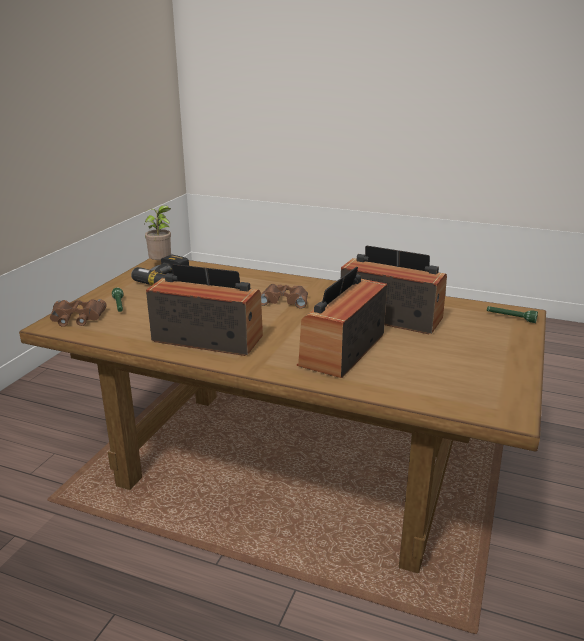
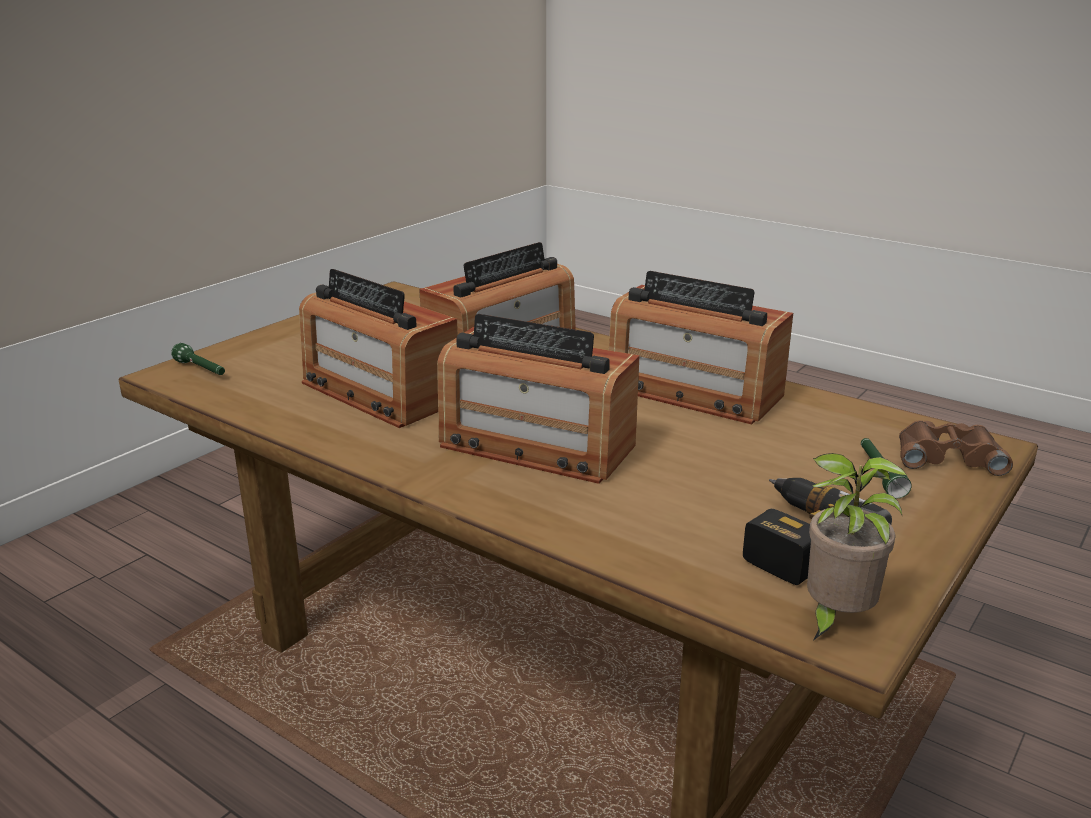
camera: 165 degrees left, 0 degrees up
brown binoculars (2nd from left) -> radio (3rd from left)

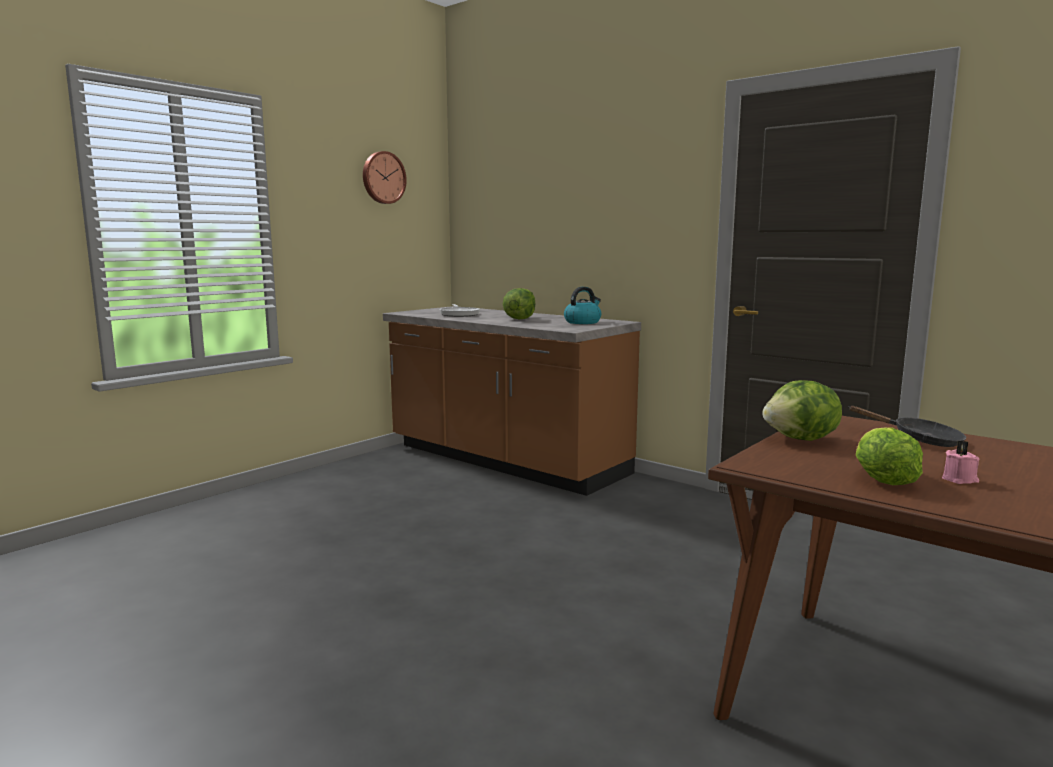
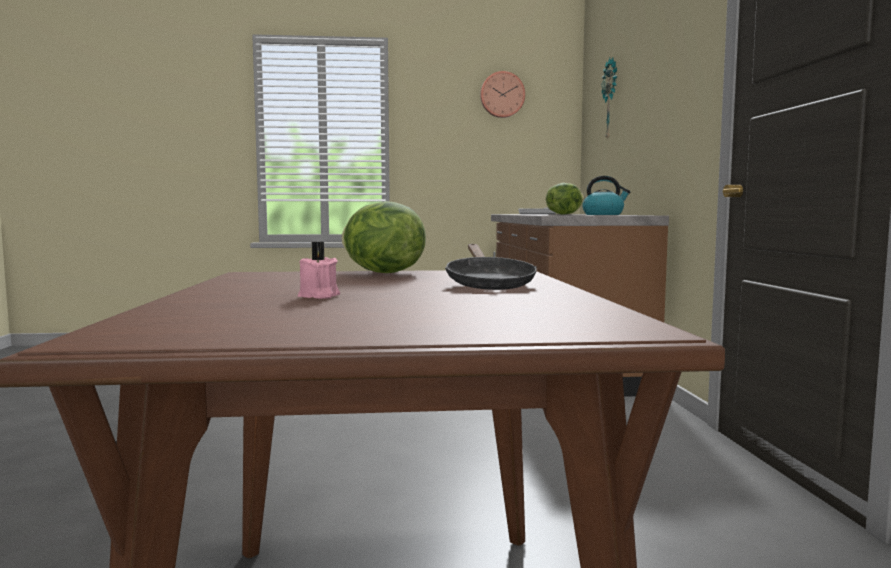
camera: 45 degrees right, 5 degrees down
lettuce (3rd from left) -> none
none -> wall clock (2nd from left)

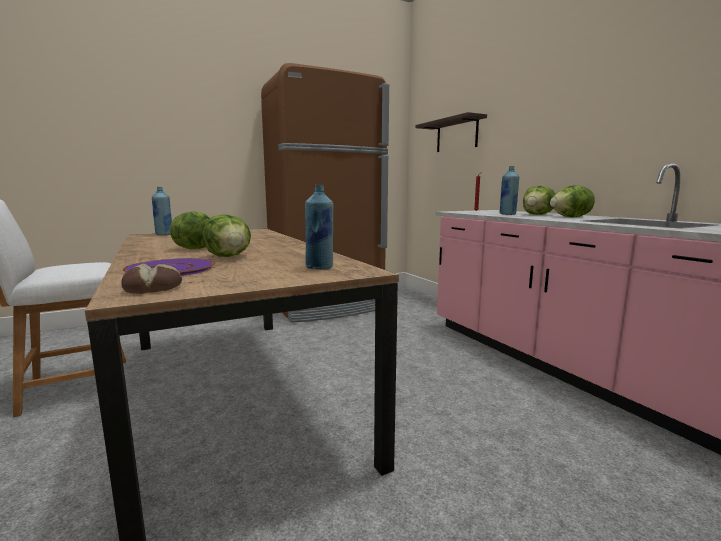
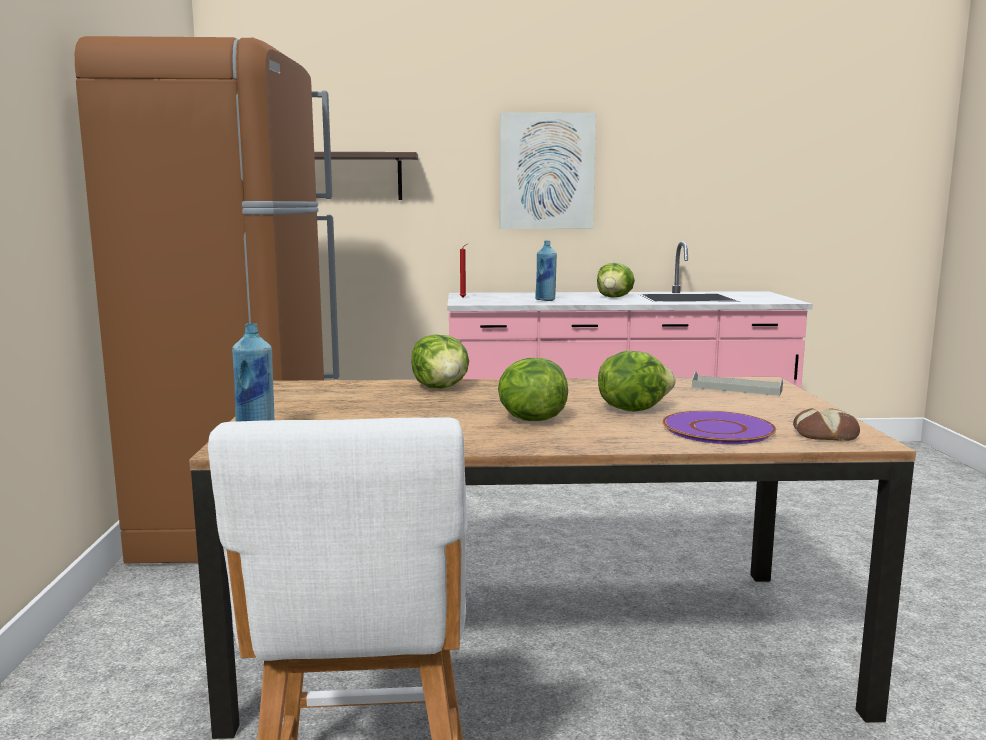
camera: 65 degrees left, 0 degrees up
blue bottle (2nd from left) -> grey tray
lettuce (3rd from left in the first image) -> lettuce (1st from left), moved
none -> picture

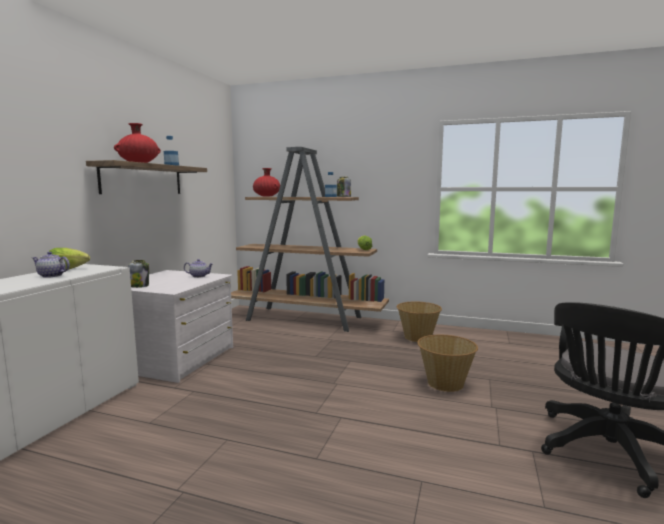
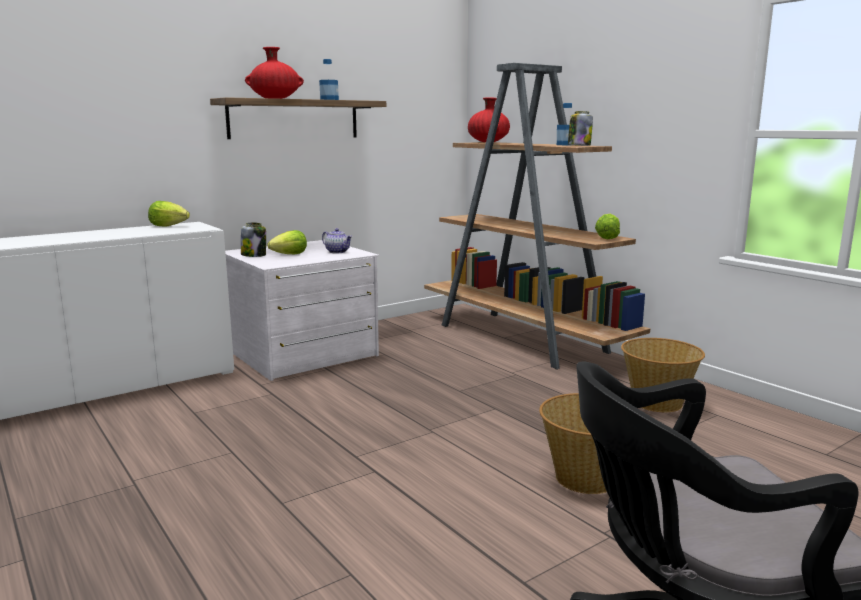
camera: 35 degrees right, 5 degrees up
teapot (1st from left) -> none
none -> lettuce (2nd from left)

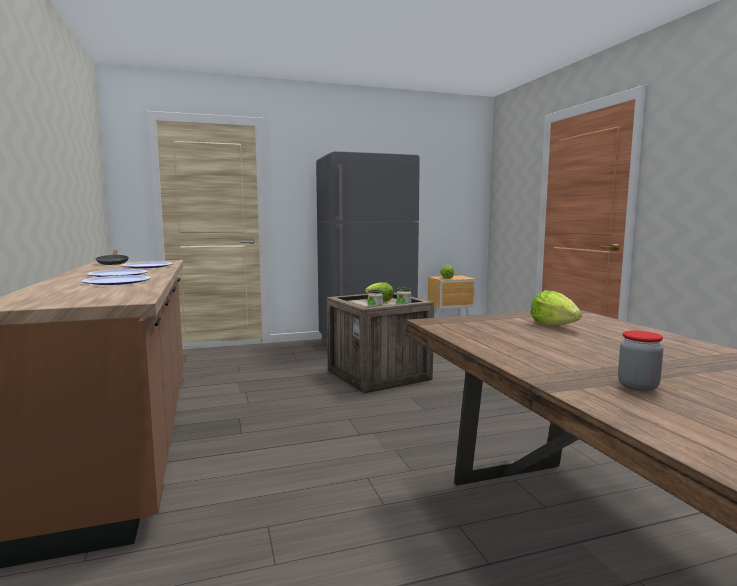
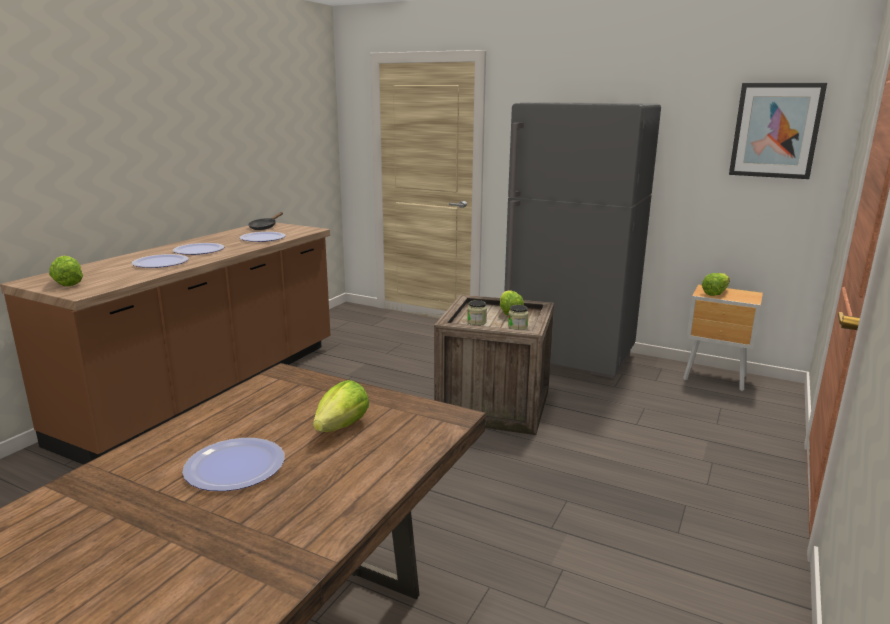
camera: 45 degrees right, 10 degrees up
jar (3rd from left) -> none
none -> picture
none -> lettuce (1st from left)
none -> plate (3rd from left)

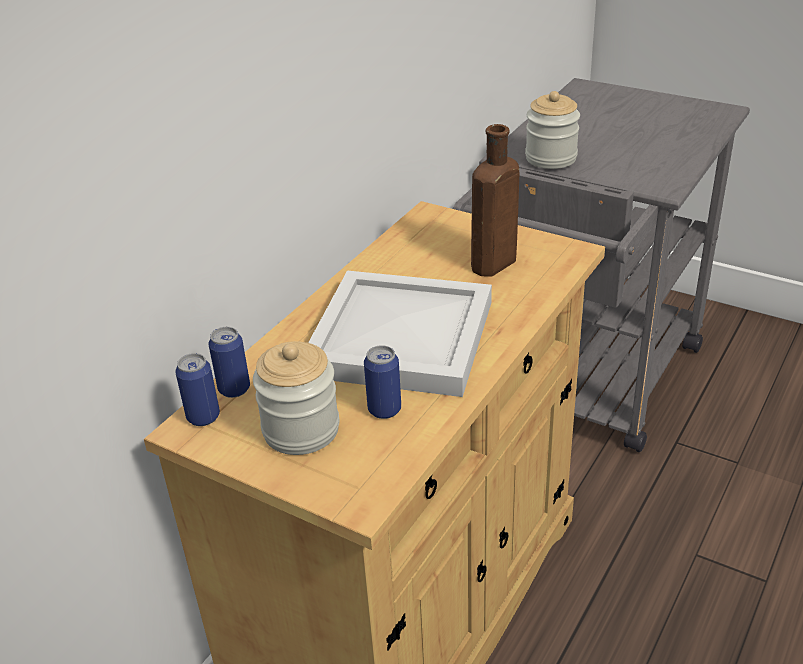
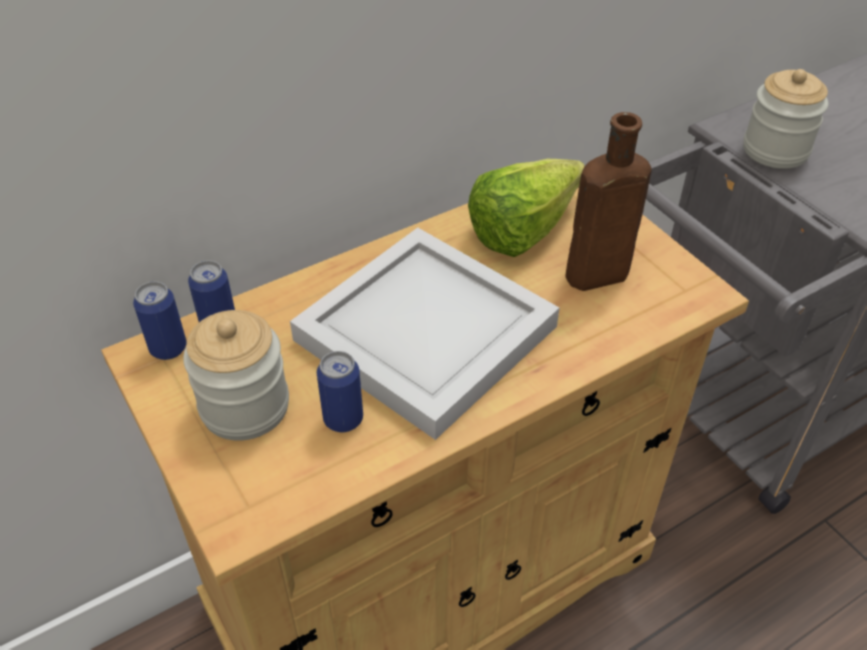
camera: 25 degrees right, 10 degrees up
none -> lettuce

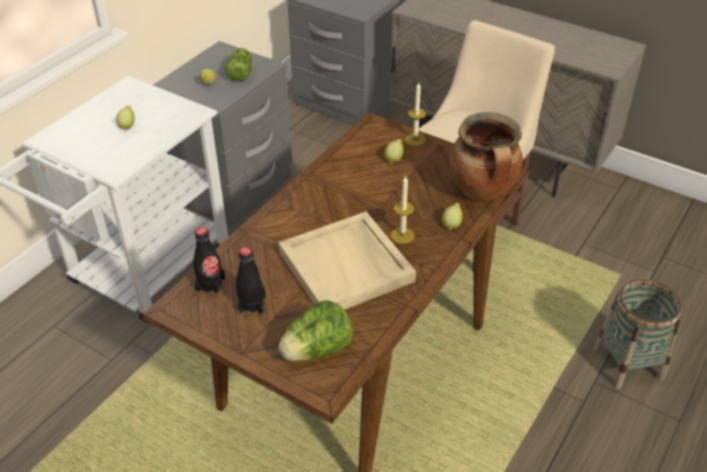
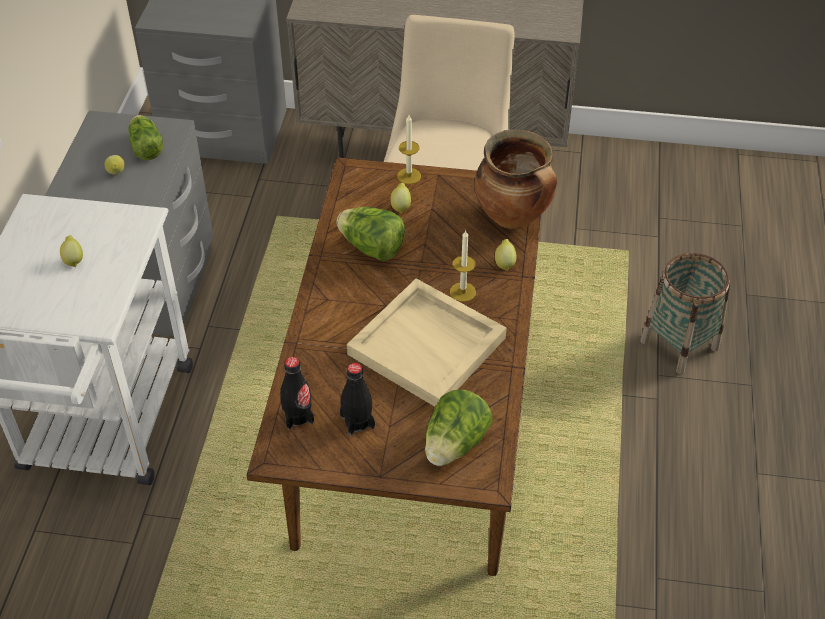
camera: 25 degrees left, 5 degrees up
none -> lettuce (2nd from left)

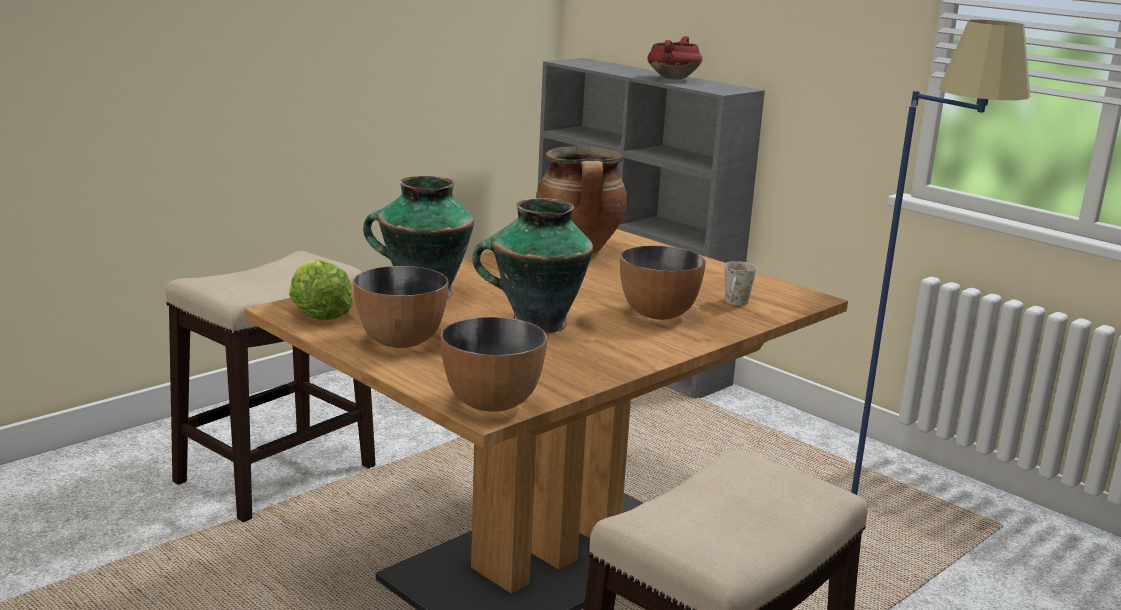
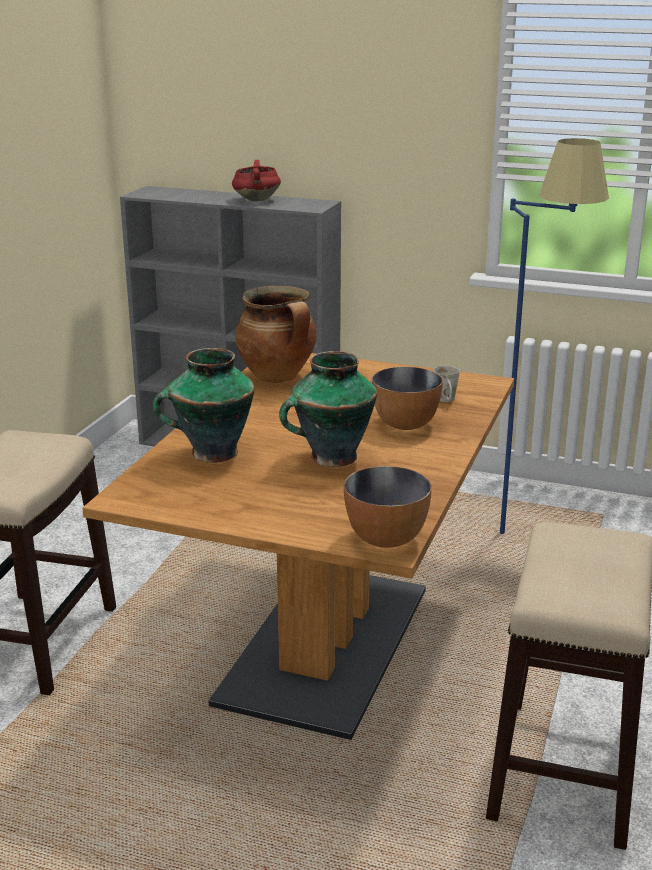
camera: 25 degrees left, 5 degrees up
lettuce -> none
bowl (1st from left) -> none

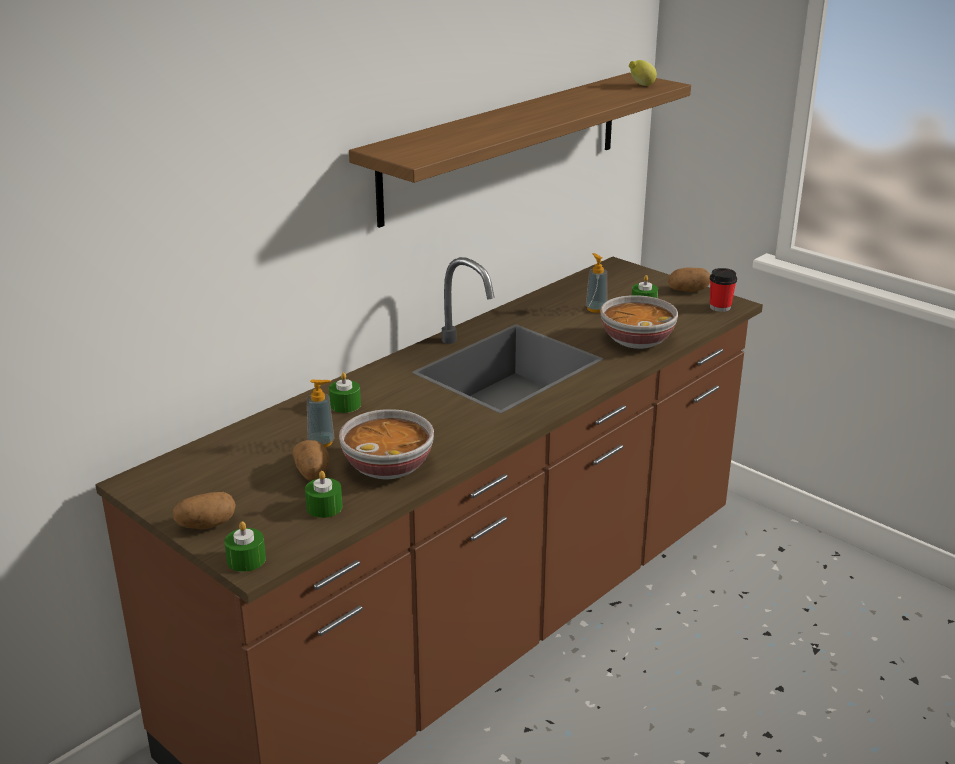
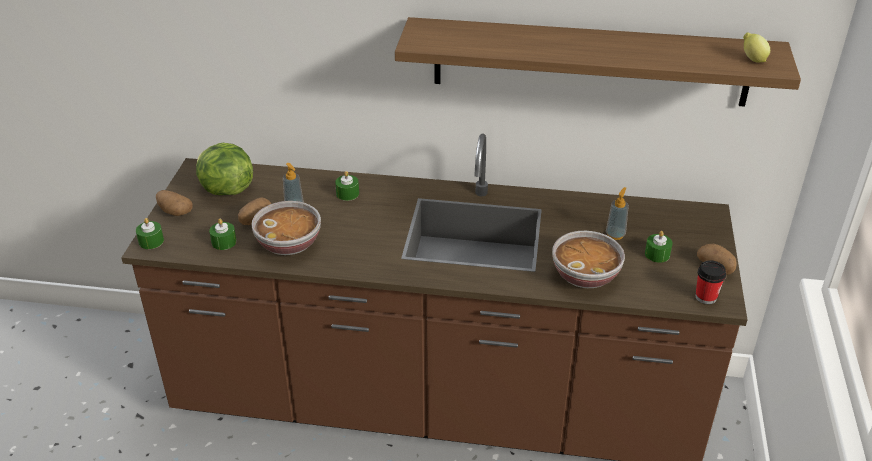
camera: 55 degrees right, 10 degrees up
none -> lettuce

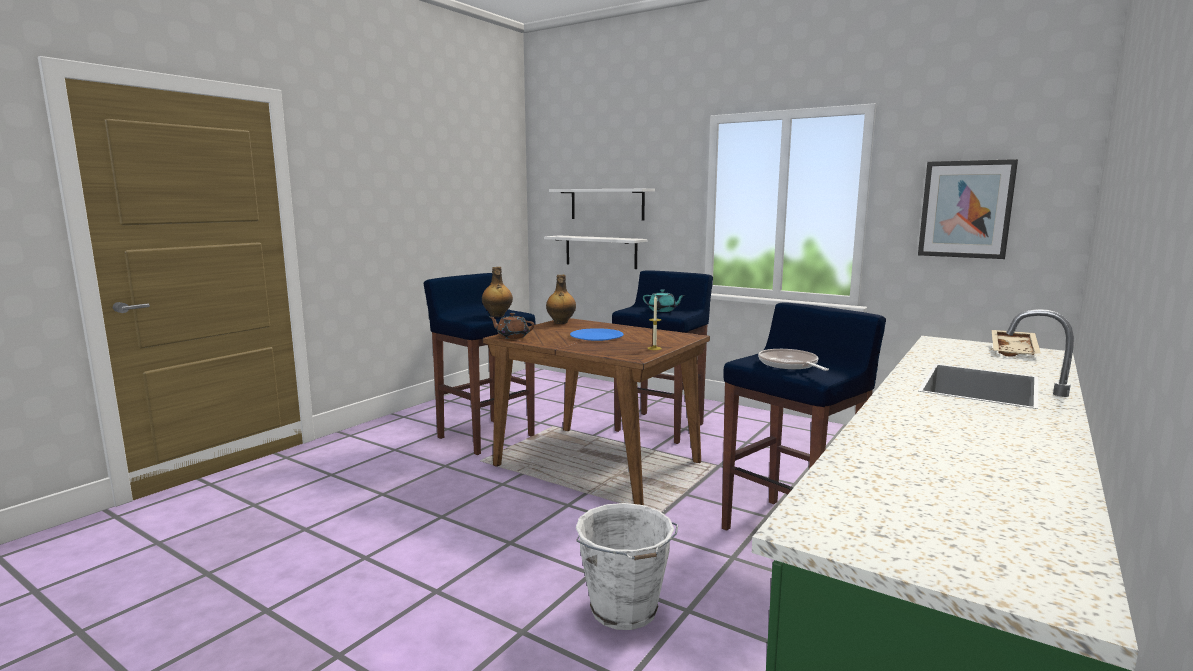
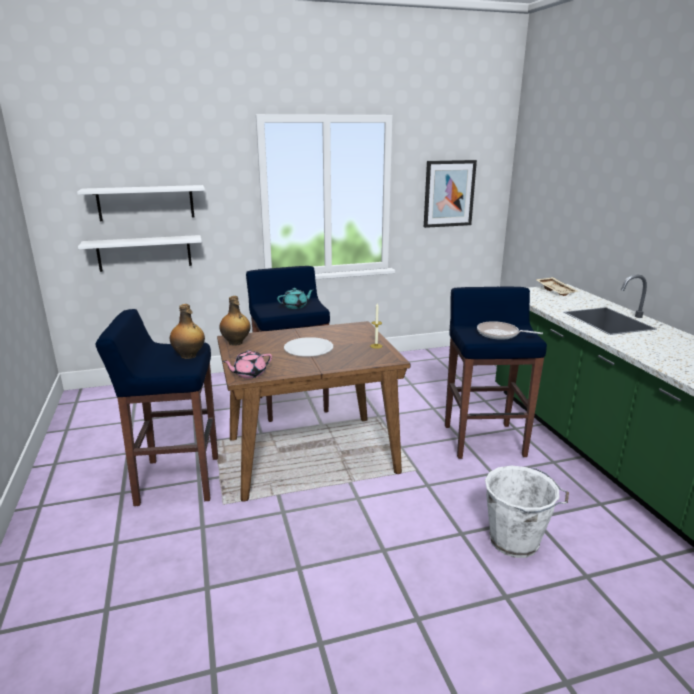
camera: 50 degrees left, 10 degrees up
brown teapot -> pink teapot
blue plate -> white plate

